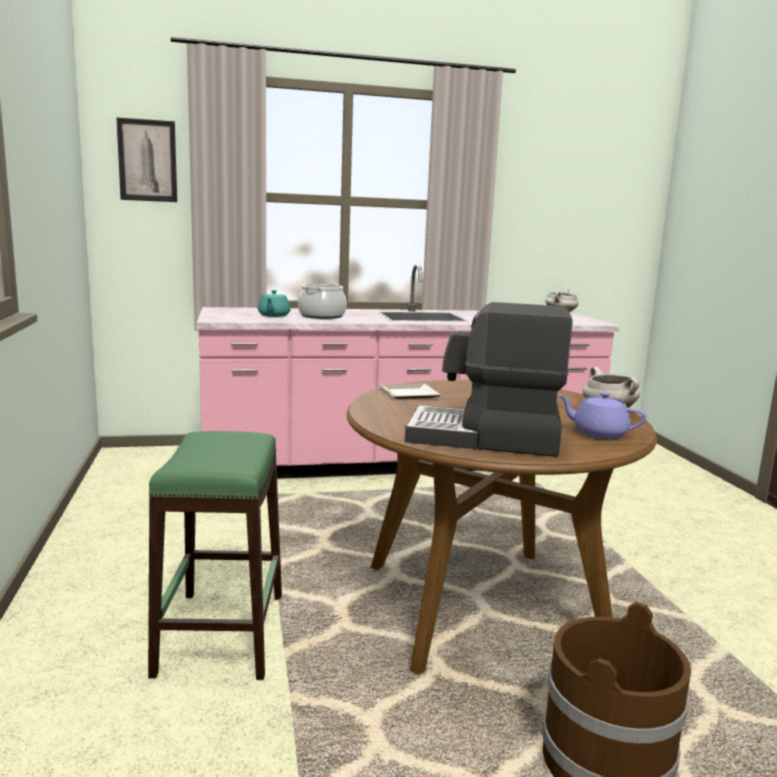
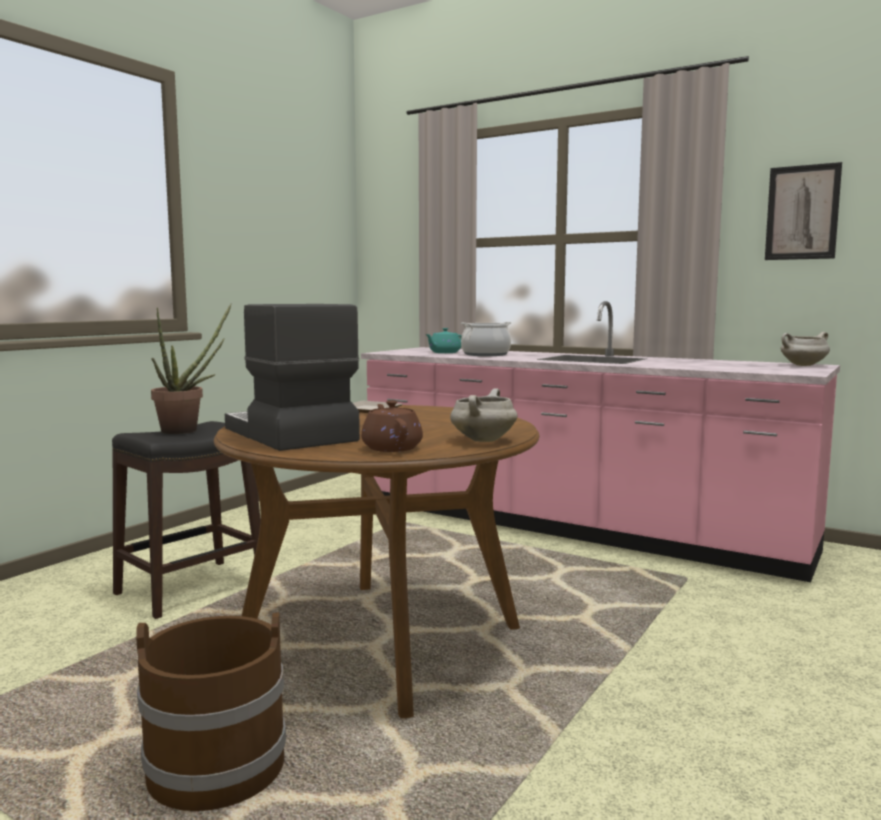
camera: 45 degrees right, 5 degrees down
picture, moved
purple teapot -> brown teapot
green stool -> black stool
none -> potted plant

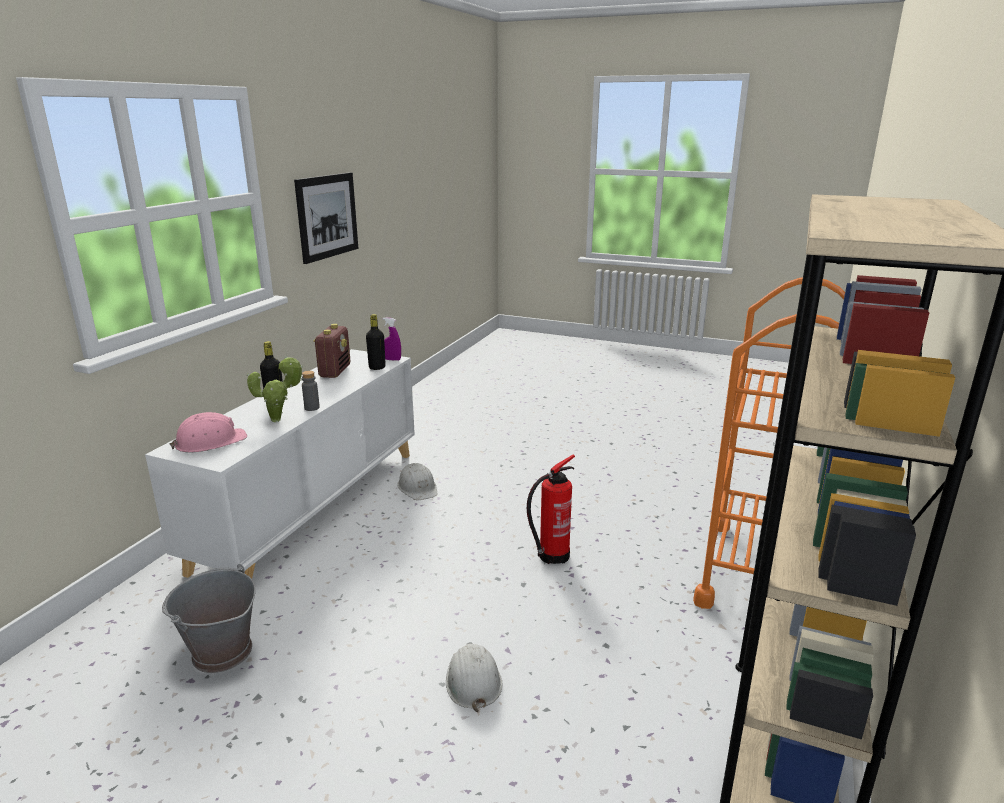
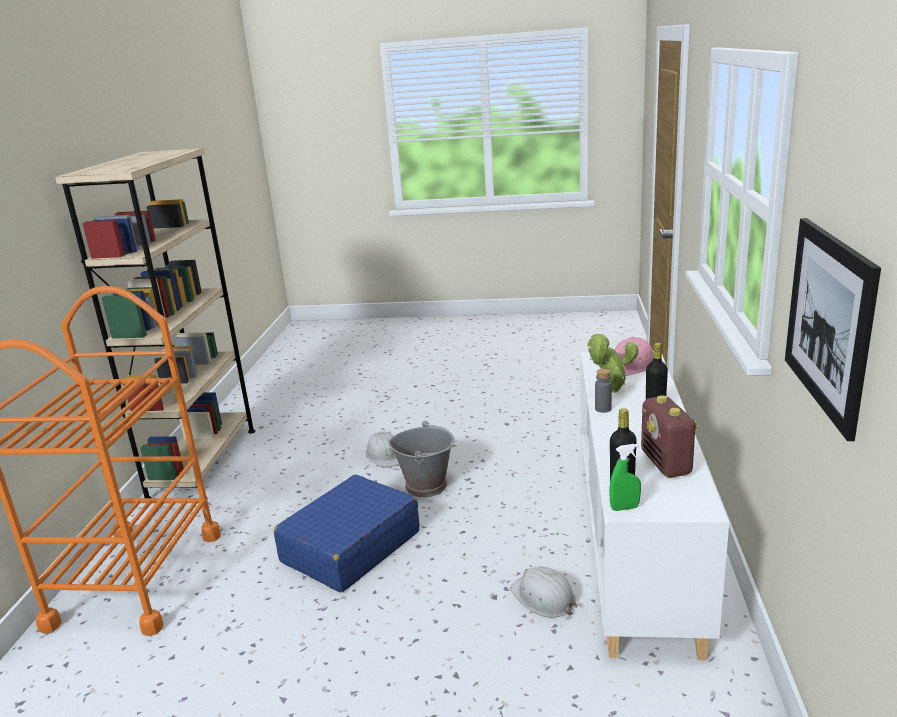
camera: 165 degrees right, 0 degrees up
purple spray bottle -> green spray bottle
fire extinguisher -> blue suitcase
grey bucket, moved

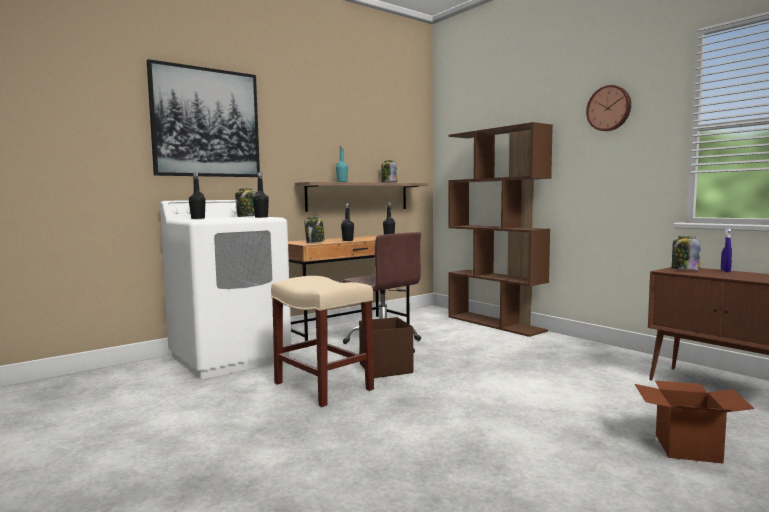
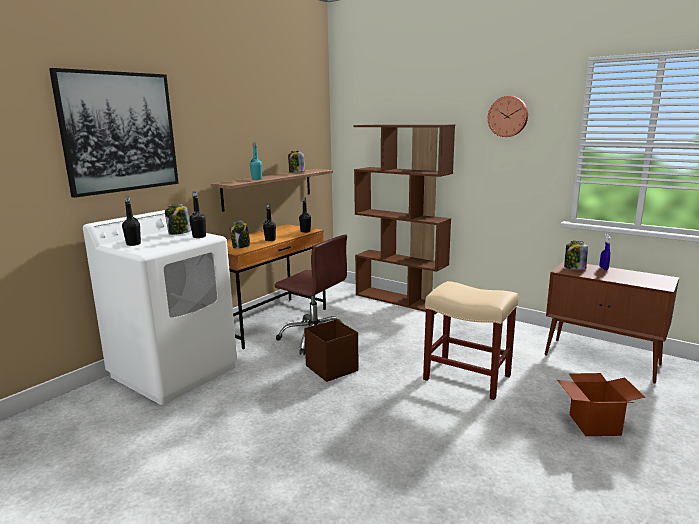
camera: 15 degrees left, 10 degrees up
beige stool, moved

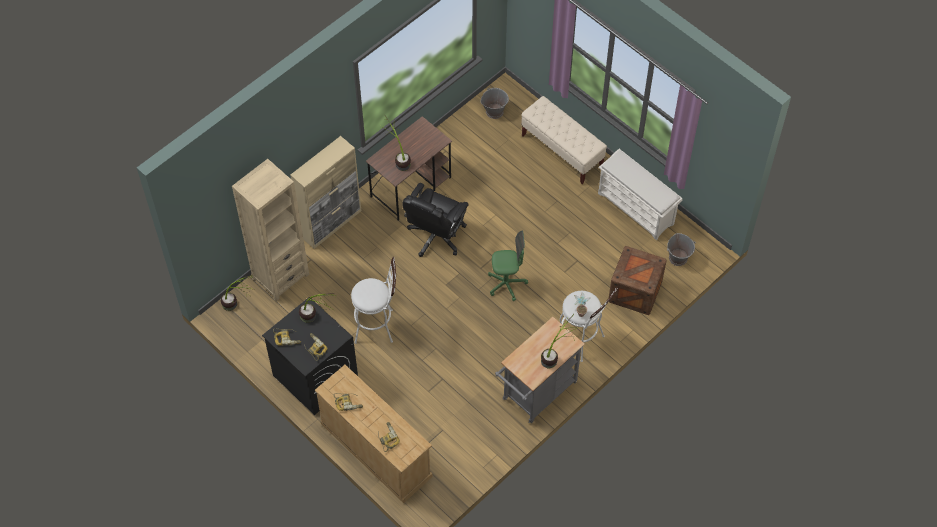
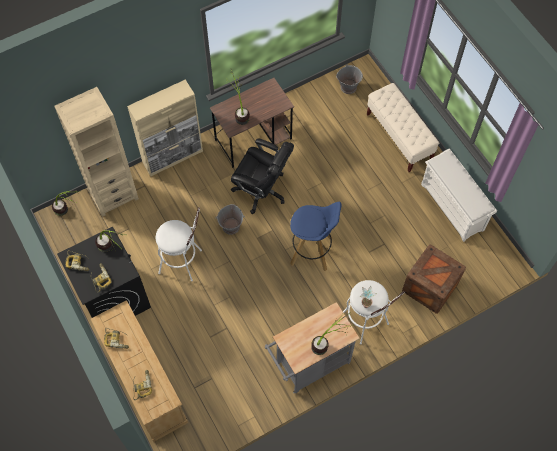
camera: 15 degrees right, 5 degrees up
black office chair, 105 degrees counterclockwise
green office chair -> blue stool
grey bucket (2nd from left in the first image) -> grey bucket (1st from left), moved

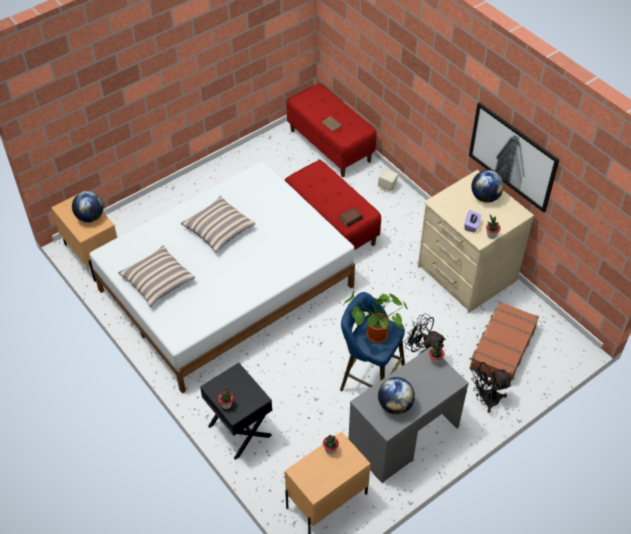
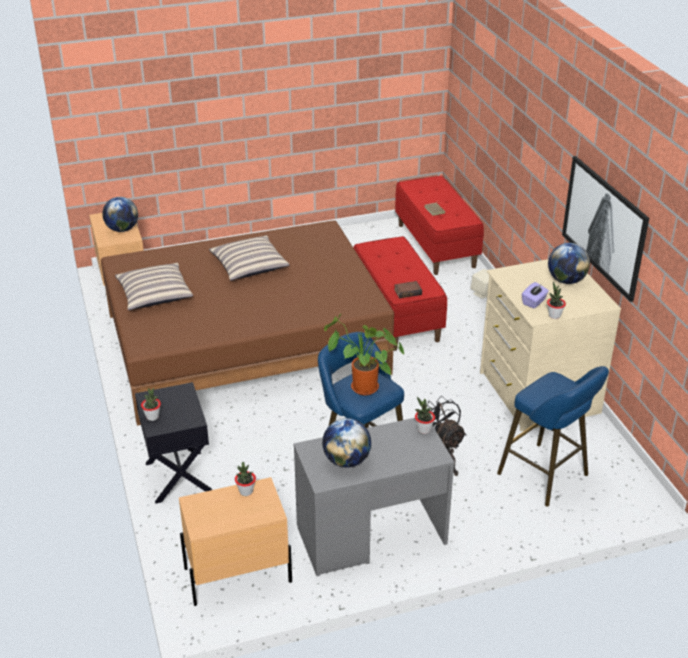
camera: 20 degrees right, 15 degrees down
white bed -> brown bed
brown suitcase -> blue stool (2nd from left)
black fan (2nd from left) -> none

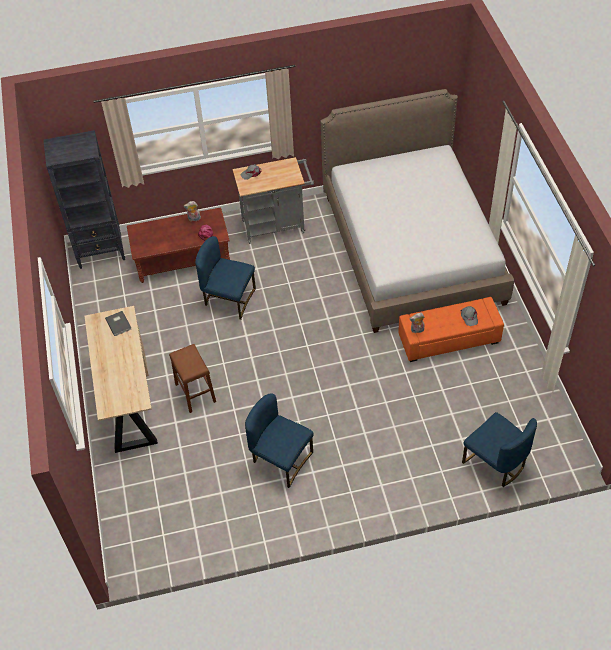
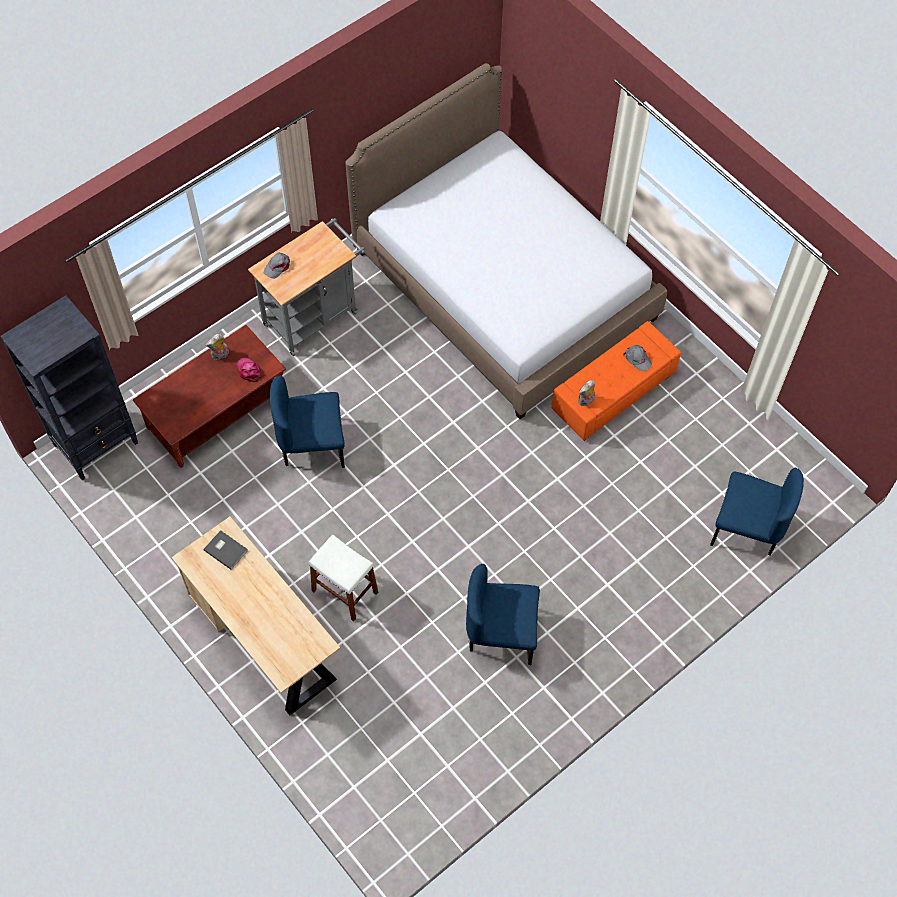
camera: 30 degrees left, 10 degrees up
brown stool -> white stool

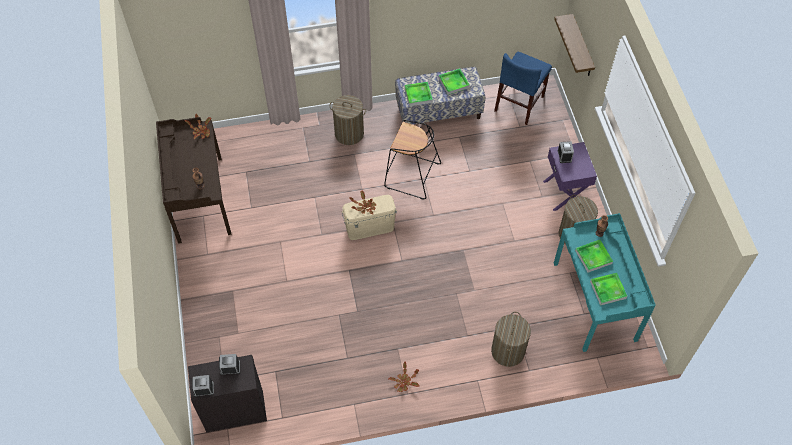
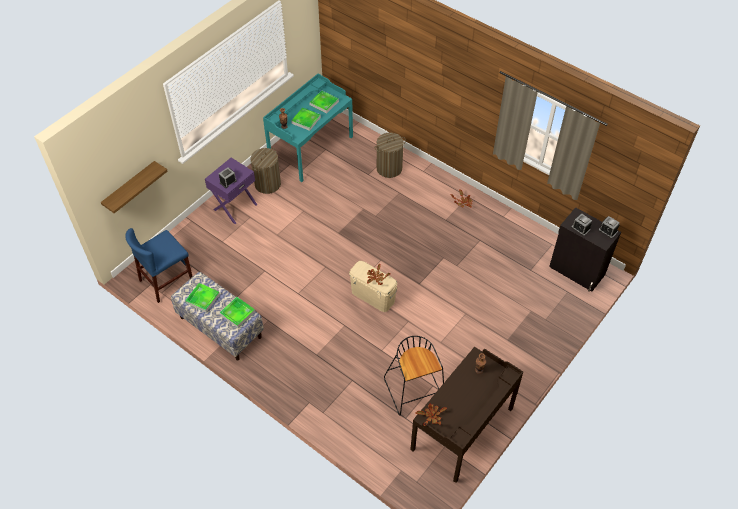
camera: 130 degrees left, 5 degrees down
blue chair, 150 degrees clockwise
laundry basket (1st from left) -> none
black stool, moved

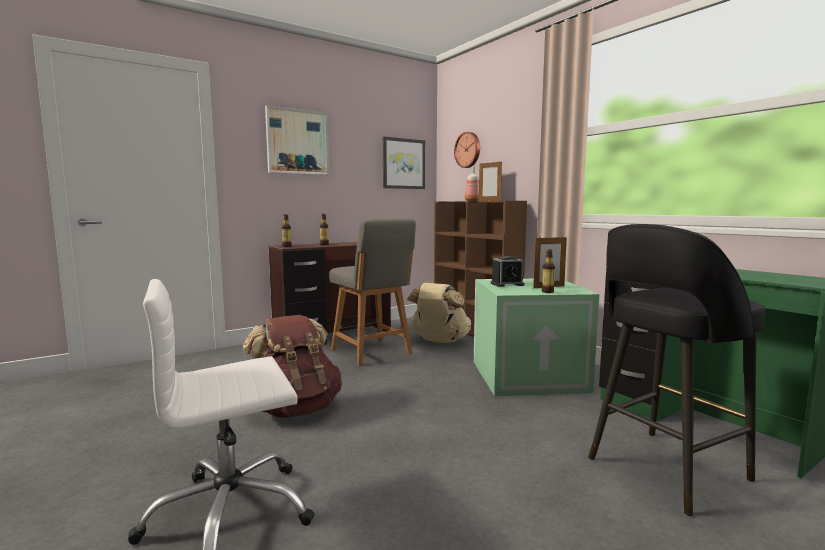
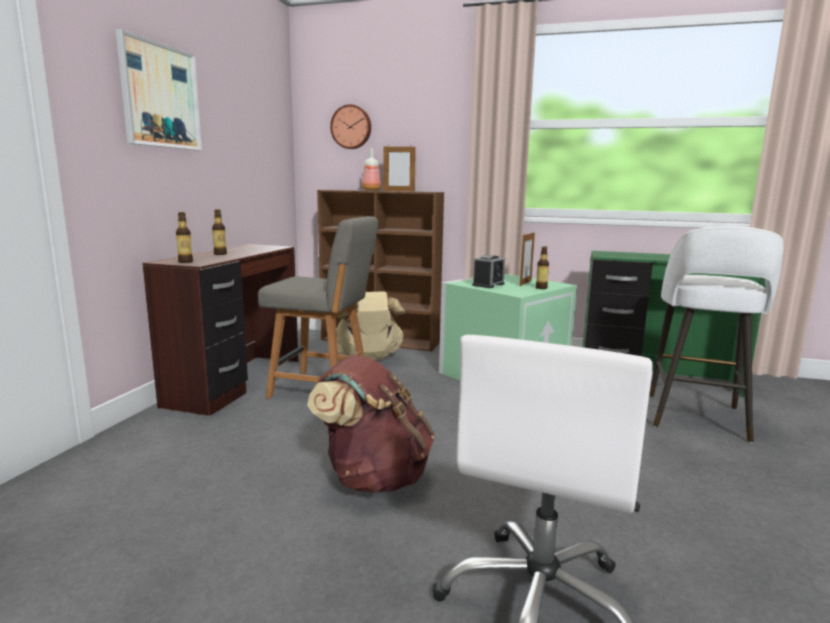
camera: 40 degrees left, 5 degrees up
picture (2nd from left) -> none
black stool -> white stool

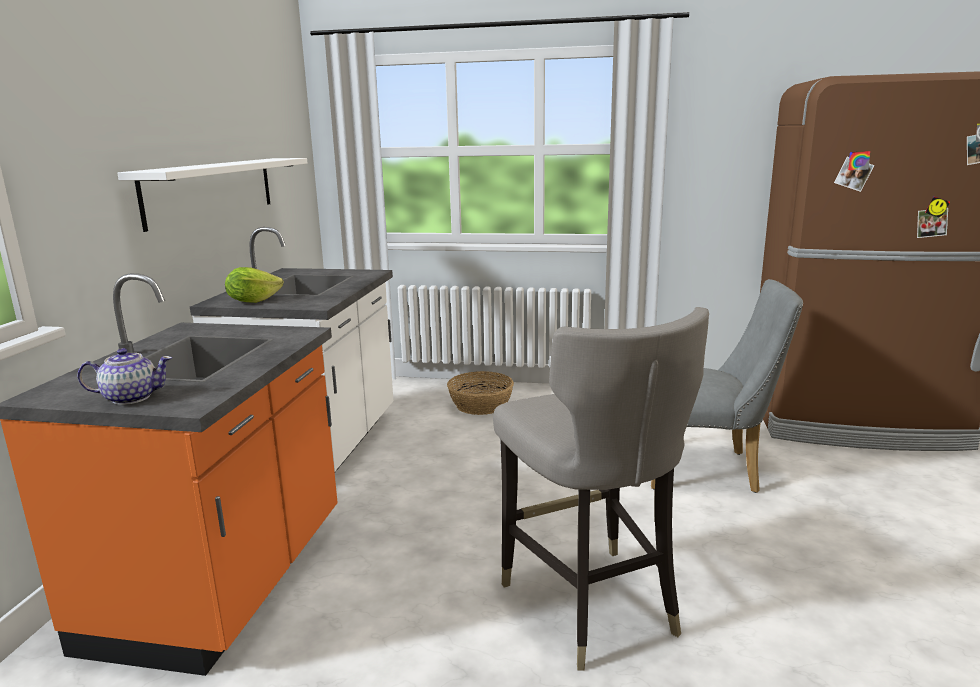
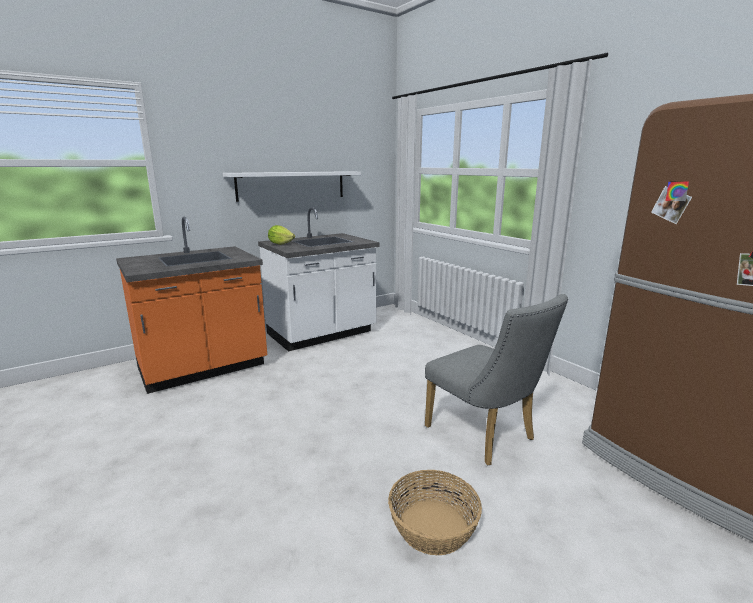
camera: 45 degrees right, 0 degrees up
grey stool -> none
teapot -> none
basket, moved

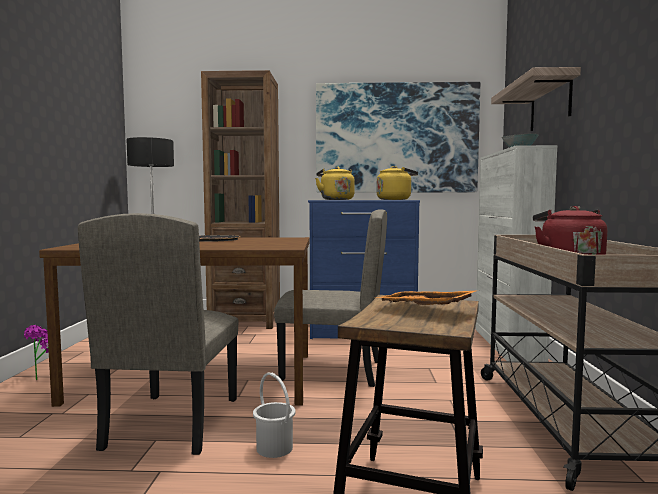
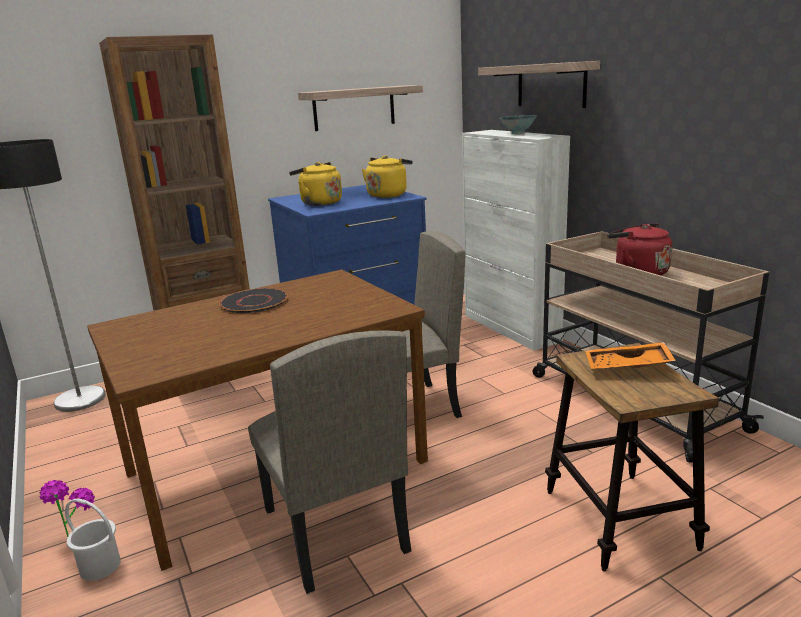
camera: 30 degrees left, 15 degrees up
picture -> shelf (1st from left)
white bucket, moved

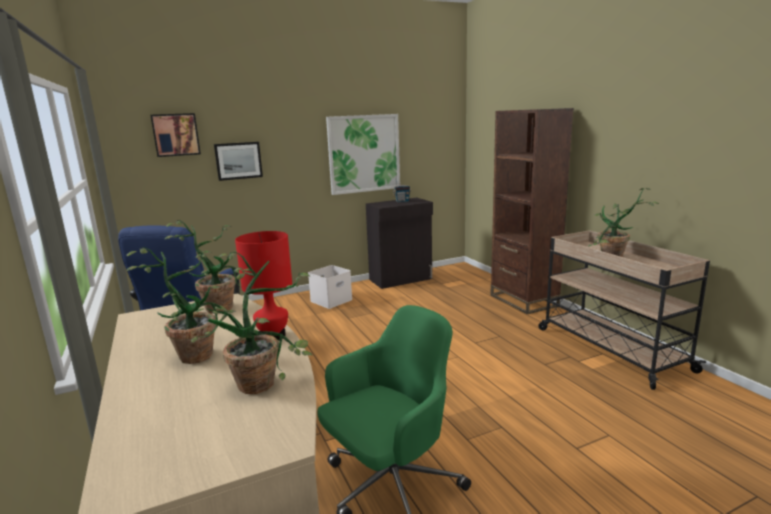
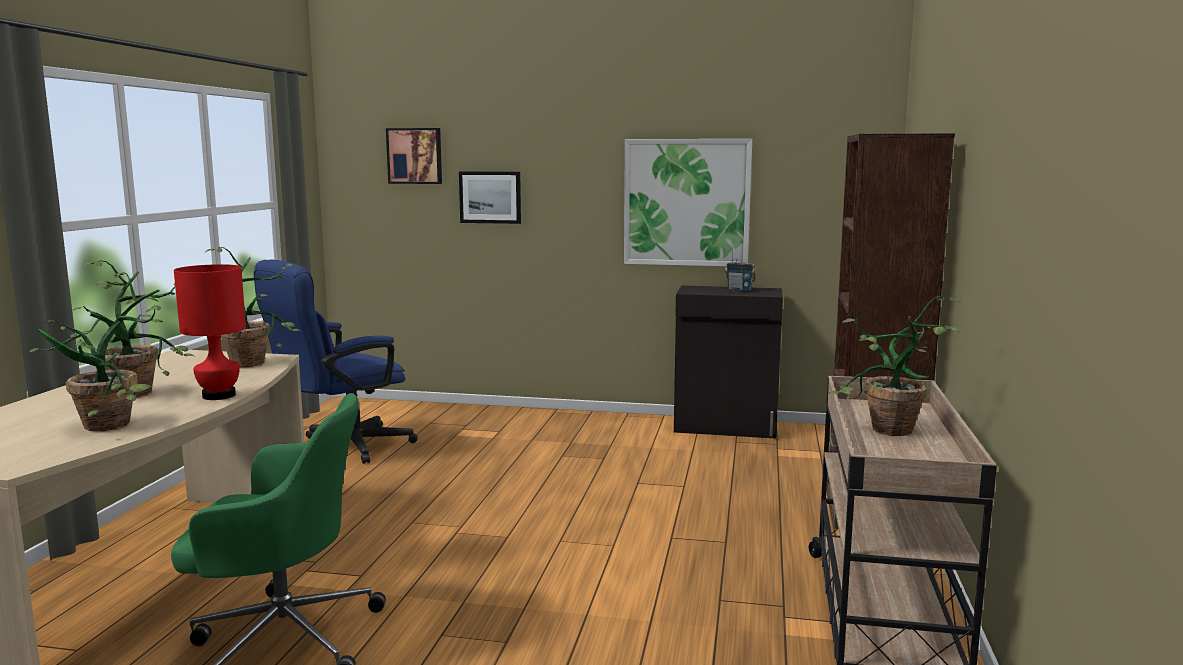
camera: 35 degrees right, 5 degrees down
white storage box -> none

